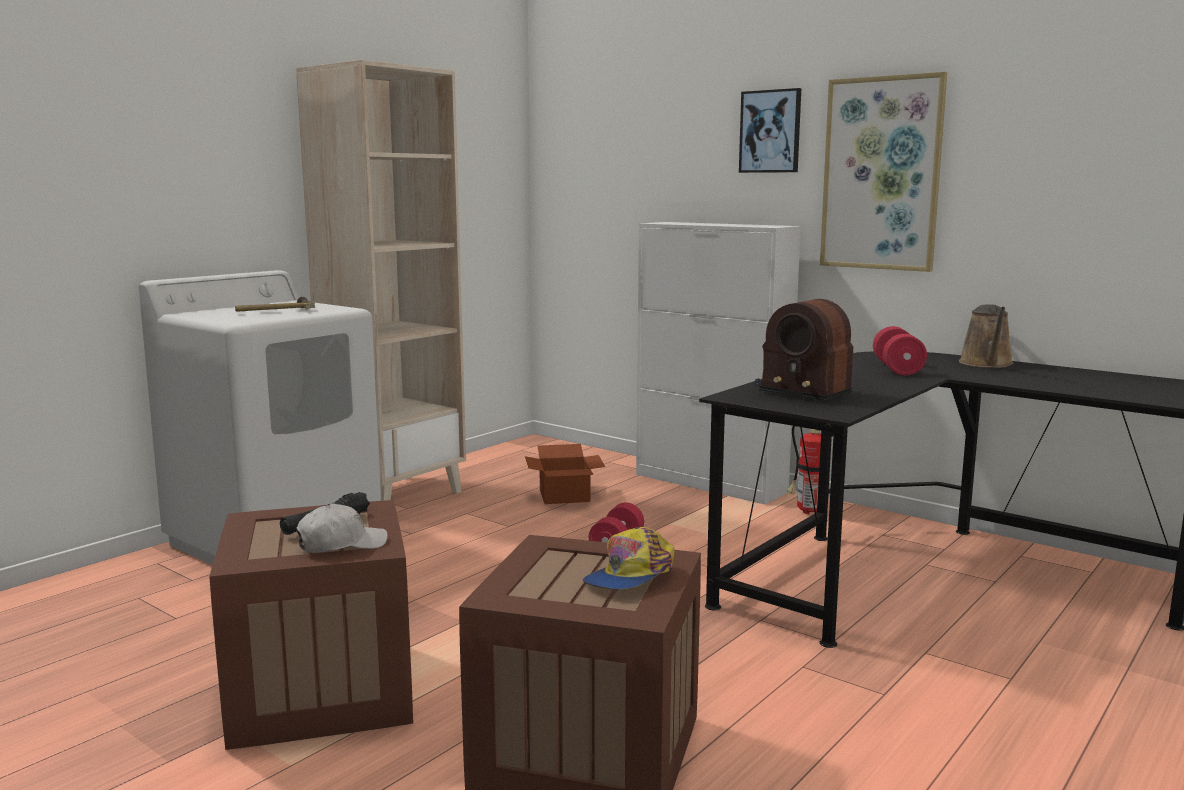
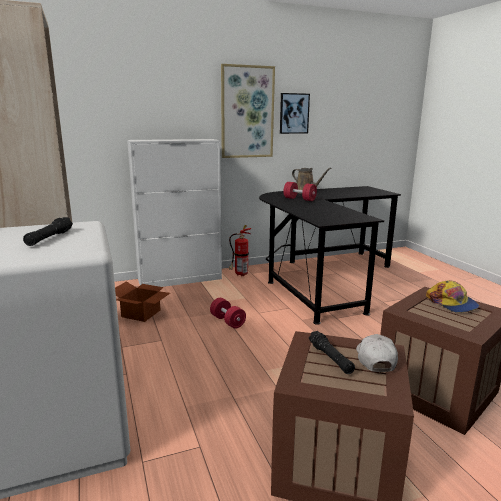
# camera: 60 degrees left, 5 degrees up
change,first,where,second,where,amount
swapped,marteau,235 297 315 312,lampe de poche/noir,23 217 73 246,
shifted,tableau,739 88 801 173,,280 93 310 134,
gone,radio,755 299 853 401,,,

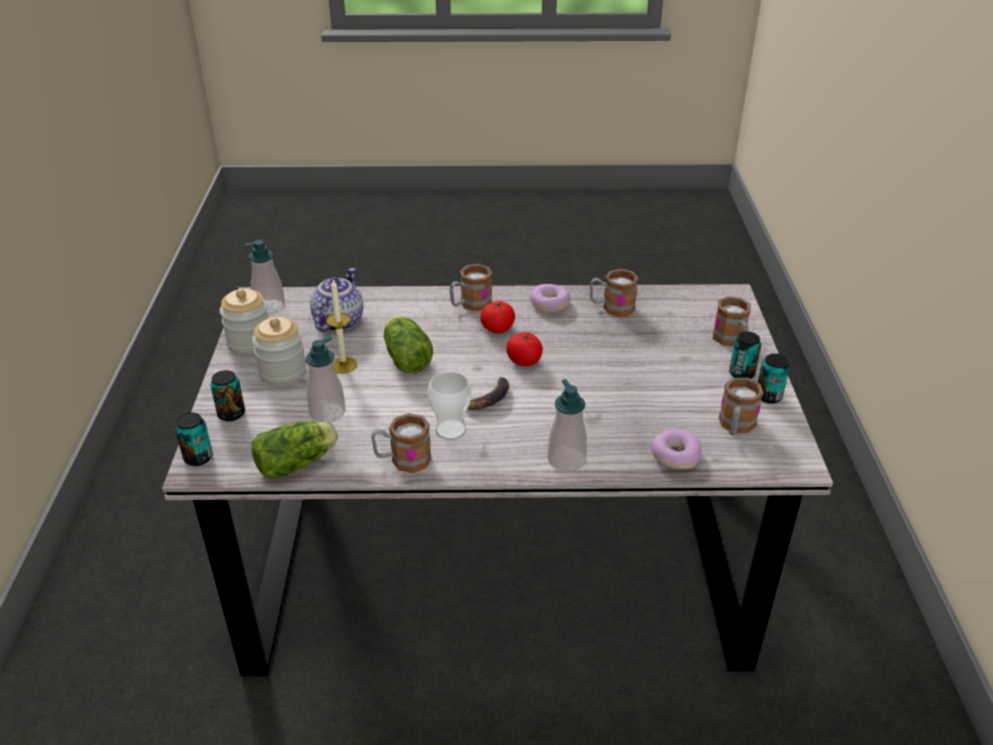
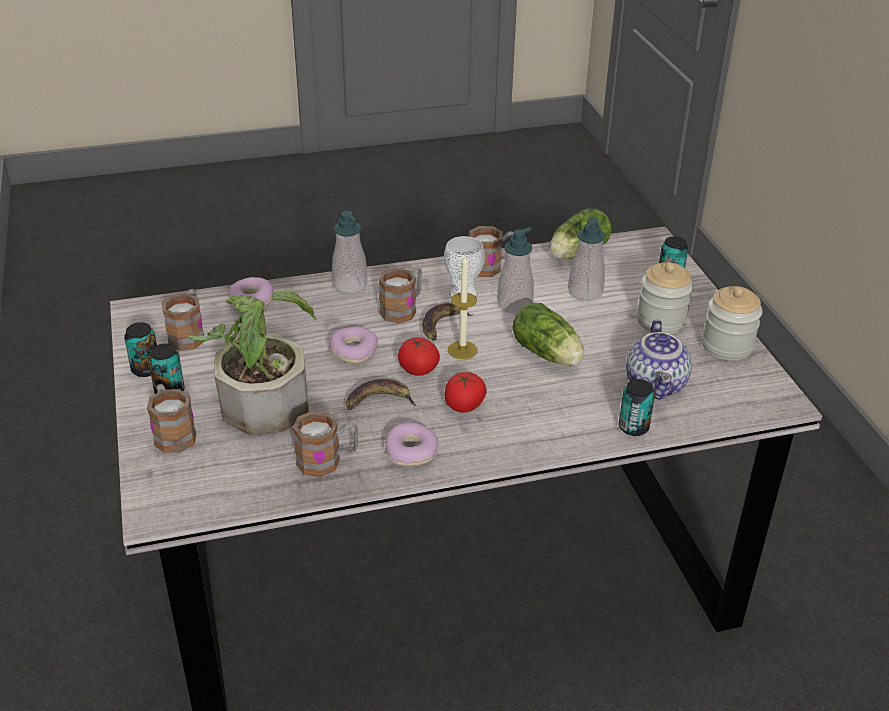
# camera: 165 degrees right, 0 degrees up
change,first,where,second,where,amount
shifted,boîte métallique,175 413 213 466,,619 379 655 436,
shifted,distributeur de savon,245 240 285 314,,497 227 534 313,
shifted,bougie,326 279 357 374,,448 256 477 359,
shifted,mug,450 264 492 311,,379 268 422 323,
new,,,plante en pot,188 290 316 435,
new,,,beignet,329 326 378 364,
new,,,banane,346 379 417 410,

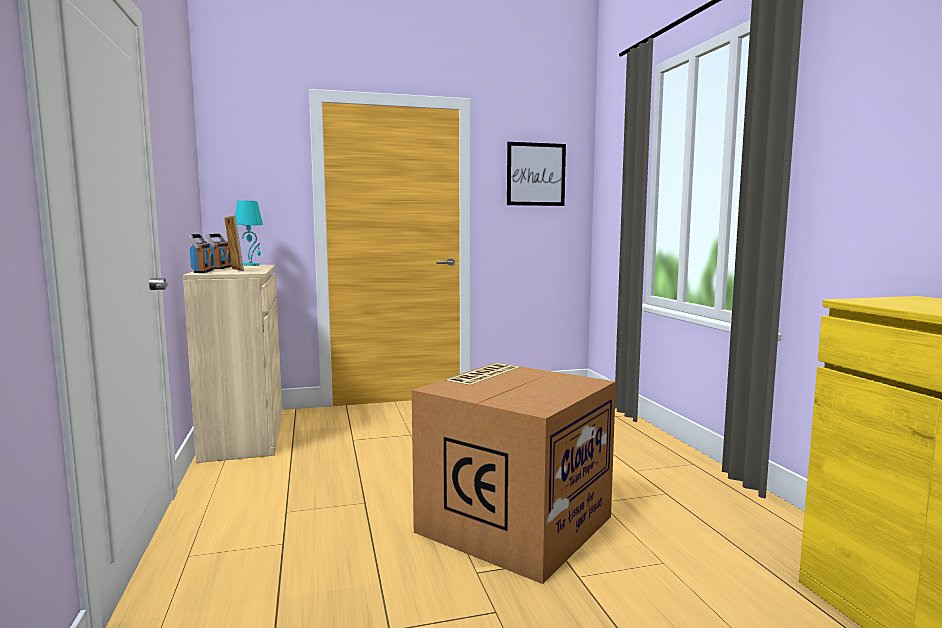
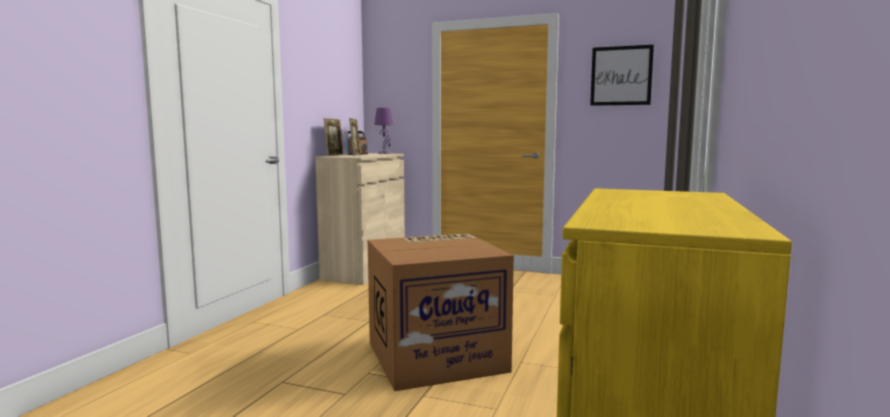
# camera: 35 degrees right, 0 degrees up
change,first,where,second,where,amount
swapped,radio,188 234 214 273,cadre photo,324 118 343 156,
repainted,lampe de table/turquoise,235 201 263 266,lampe de table/violet,374 108 393 154,

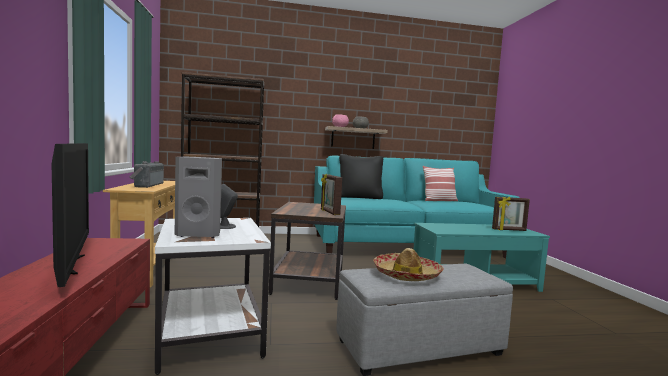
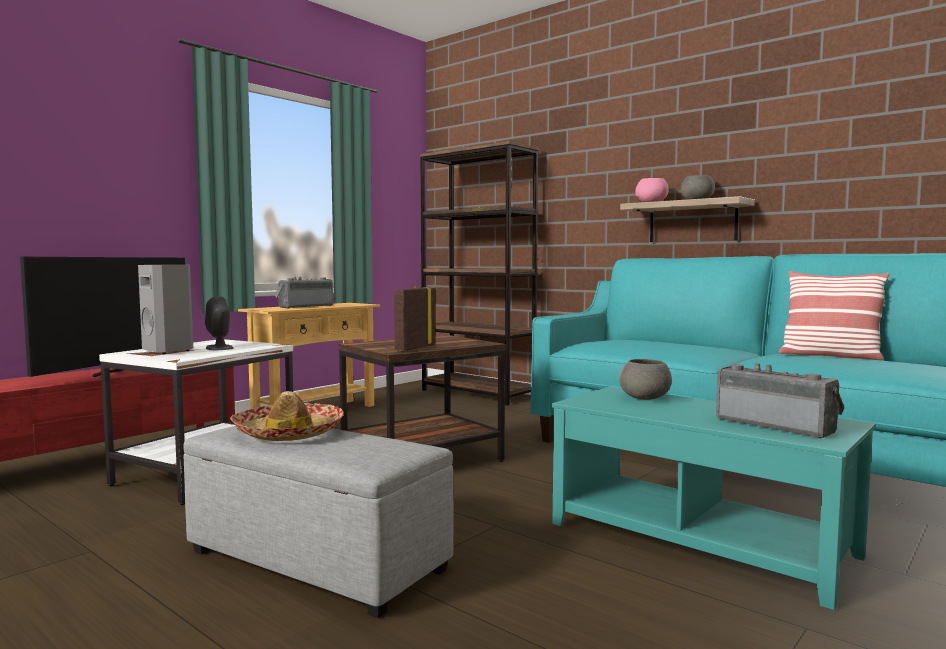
# camera: 50 degrees right, 0 degrees up
change,first,where,second,where,amount
gone,coussin/noir,339 154 383 199,,,
swapped,cadre photo,492 197 530 231,radio,716 363 844 438,
new,,,bol/gris,619 359 672 400,

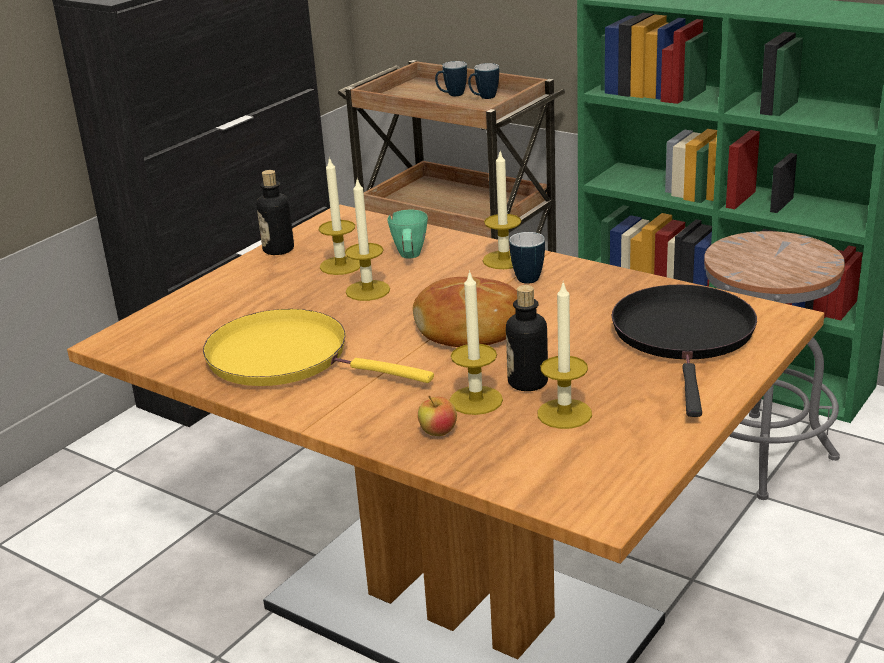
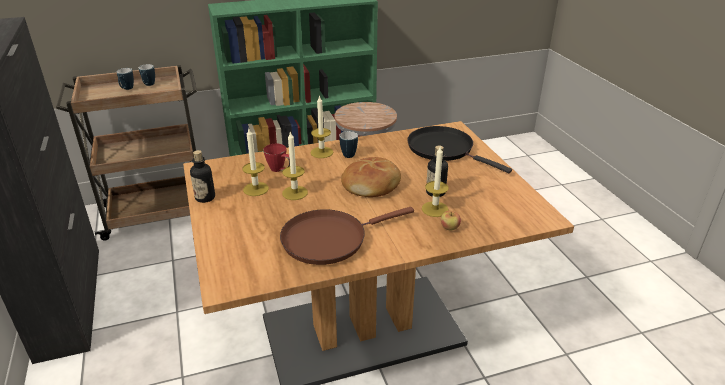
# camera: 55 degrees left, 5 degrees up
change,first,where,second,where,amount
repainted,poêle/jaune,203 309 434 386,poêle/marron,280 207 414 265,
repainted,mug/vert,387 210 428 259,mug/rouge,263 143 290 172,
gone,bougie,538 281 592 429,,,

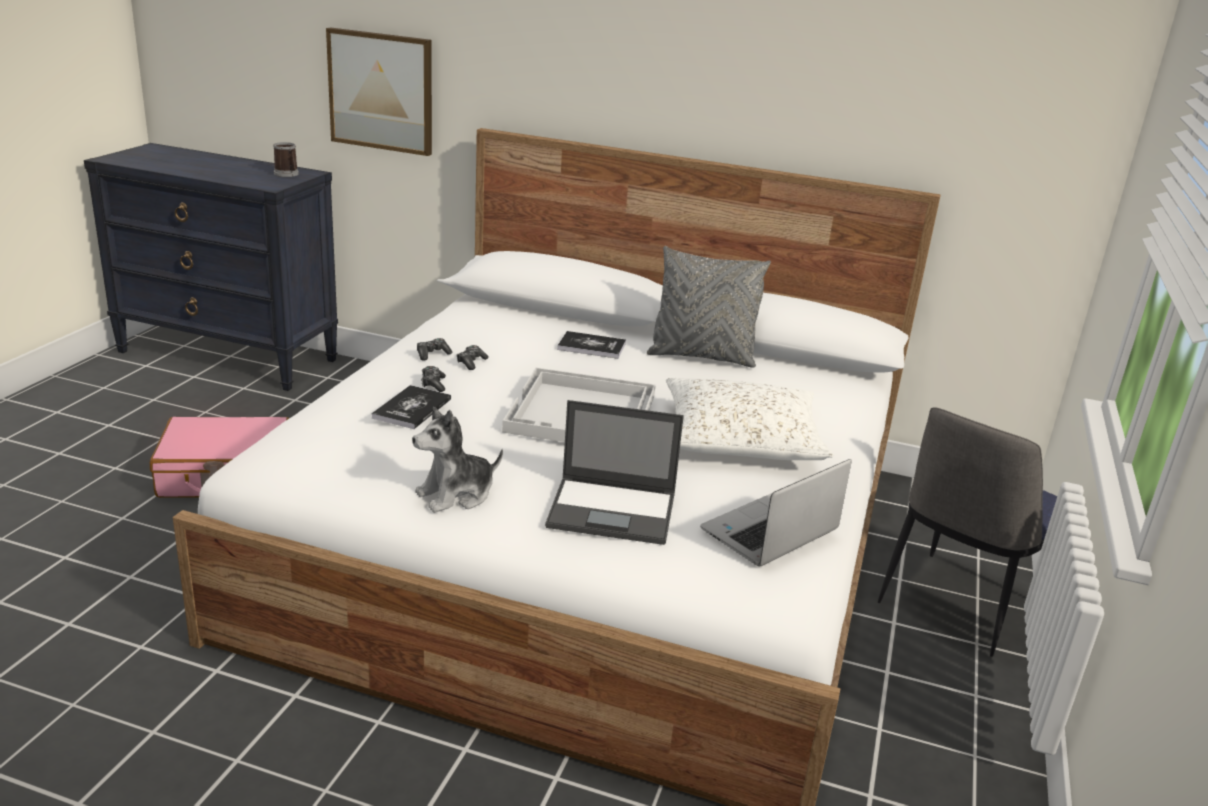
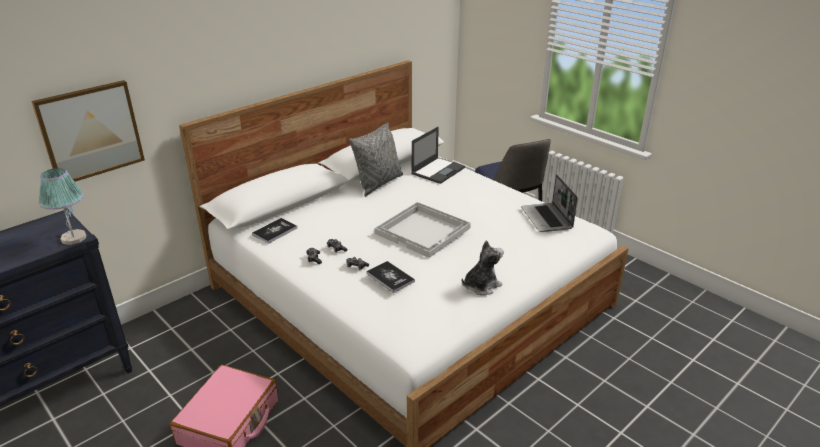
# camera: 60 degrees left, 5 degrees up
change,first,where,second,where,amount
gone,mug,273 142 299 177,,,
rotated,peluche,412 407 503 513,,462 240 504 296,120 degrees counterclockwise
shifted,ordinateur portable,545 400 684 545,,411 127 465 184,
shifted,livre,557 331 626 359,,252 218 297 244,
gone,coussin/blanc,666 378 834 460,,,
new,,,lampe de table,39 168 86 245,

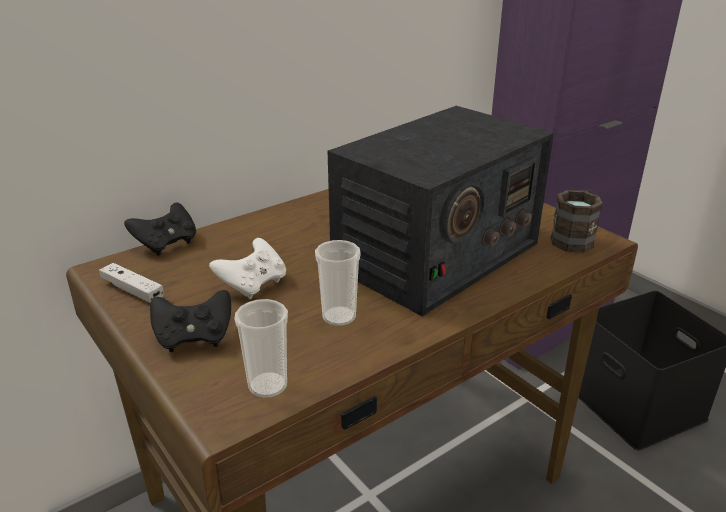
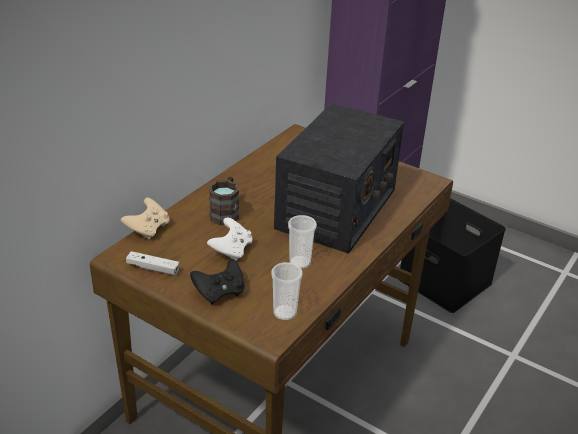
# camera: 20 degrees left, 5 degrees up
change,first,where,second,where,amount
repainted,manette/noir,124 202 196 256,manette/beige,121 198 170 240,
shifted,mug/marron,551 189 603 253,,209 177 239 225,

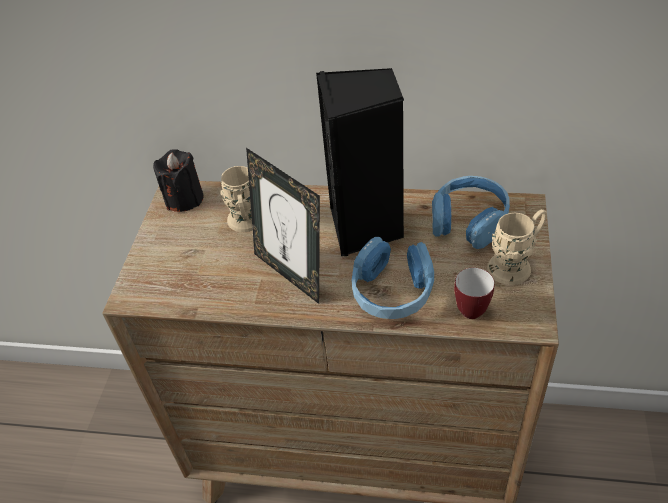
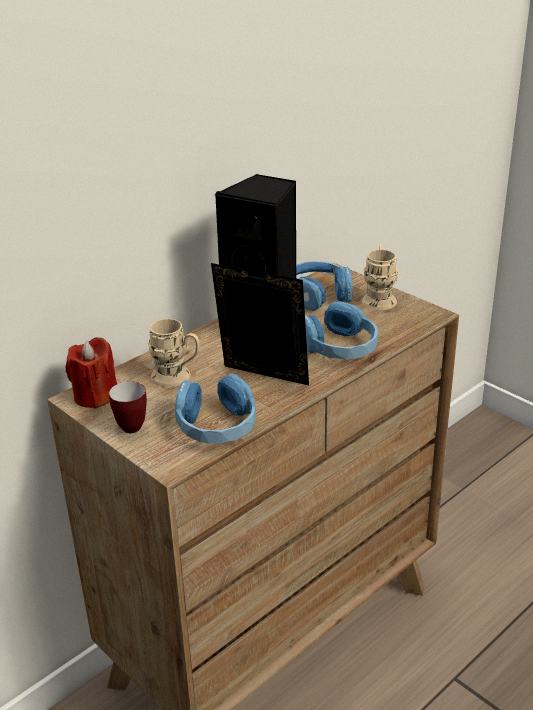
# camera: 55 degrees left, 15 degrees down
change,first,where,second,where,amount
repainted,bougie/noir,153 149 204 212,bougie/rouge,66 337 117 409,
rotated,cadre photo,246 148 320 304,,211 263 309 385,150 degrees counterclockwise
shifted,mug,454 268 495 319,,109 381 147 433,
new,,,casque audio/bleu,175 373 256 444,

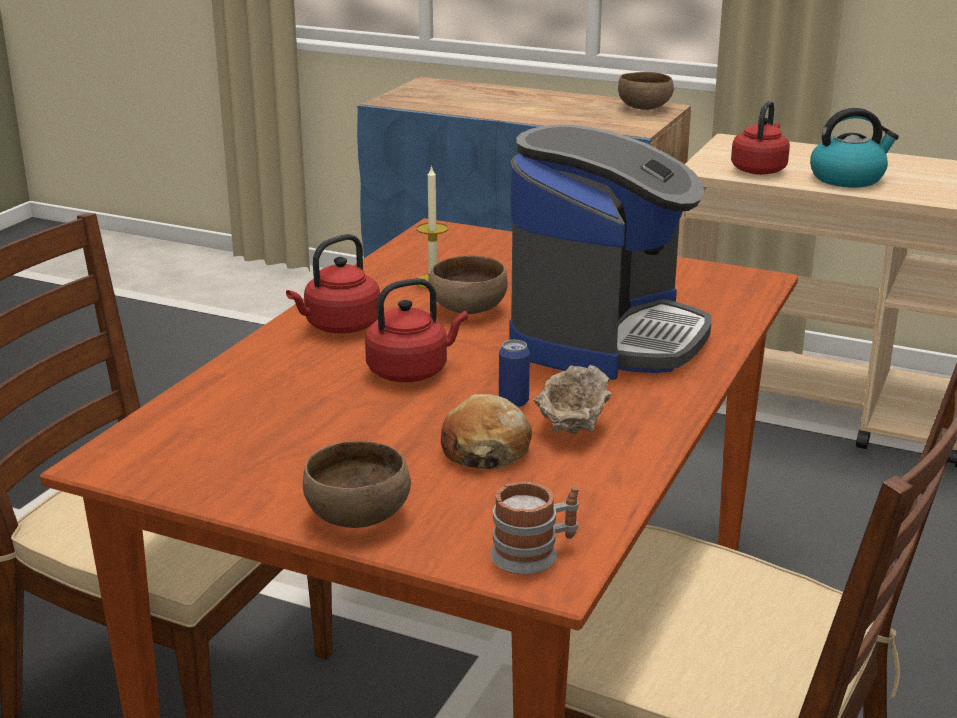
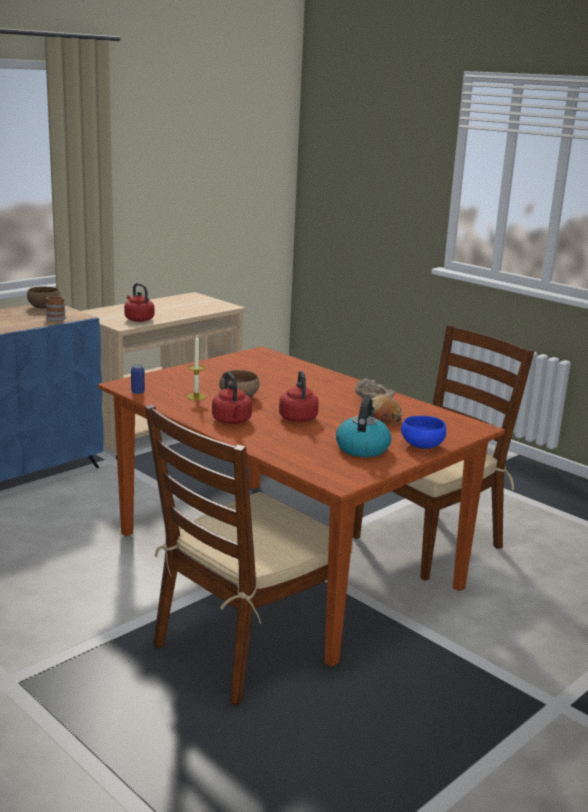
# camera: 70 degrees left, 5 degrees down
change,first,where,second,where,amount
repainted,bol/marron,303 441 411 528,bol/bleu,401 416 446 449,
shifted,mug,490 482 579 575,,46 295 66 321,
shifted,boîte métallique,499 340 530 407,,131 364 145 394,
gone,machine à café,509 124 711 380,,,
shifted,bouilloire,810 108 899 187,,336 398 391 457,

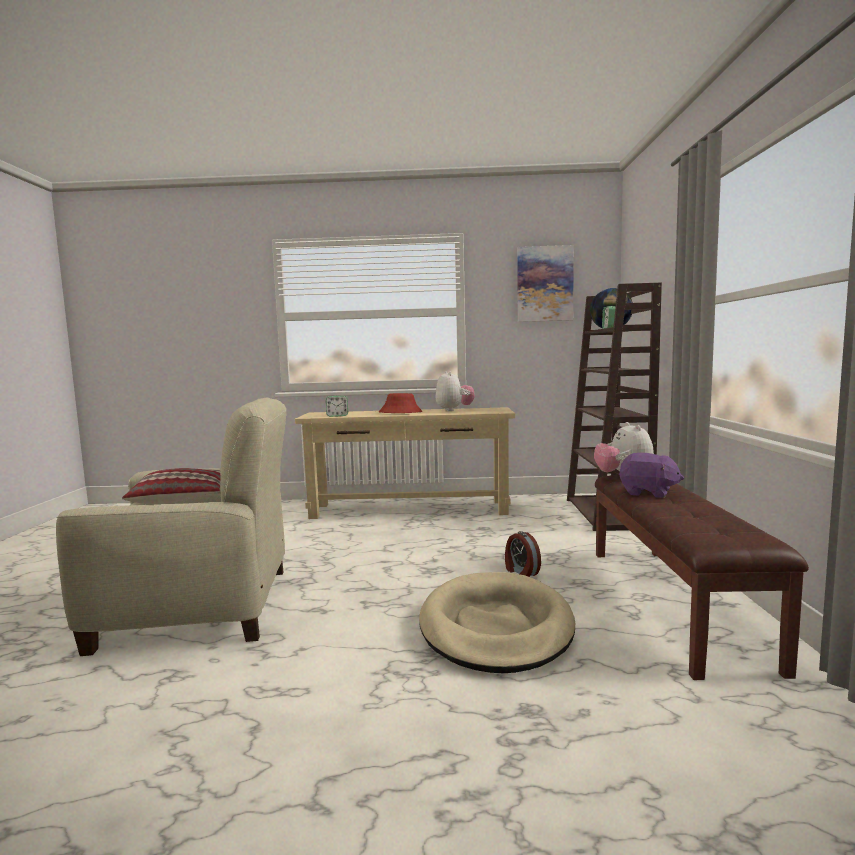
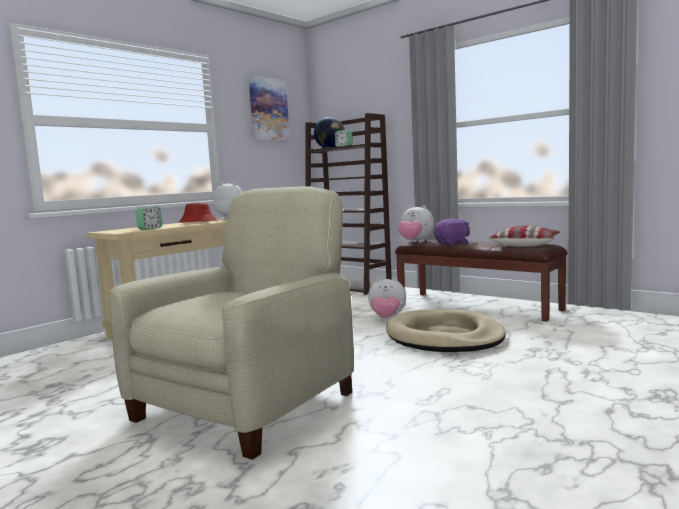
# camera: 50 degrees left, 0 degrees up
change,first,where,second,where,amount
shifted,coussin,122 468 220 504,,489 225 560 247,
swapped,réveil,505 531 541 577,peluche,368 277 406 318,

